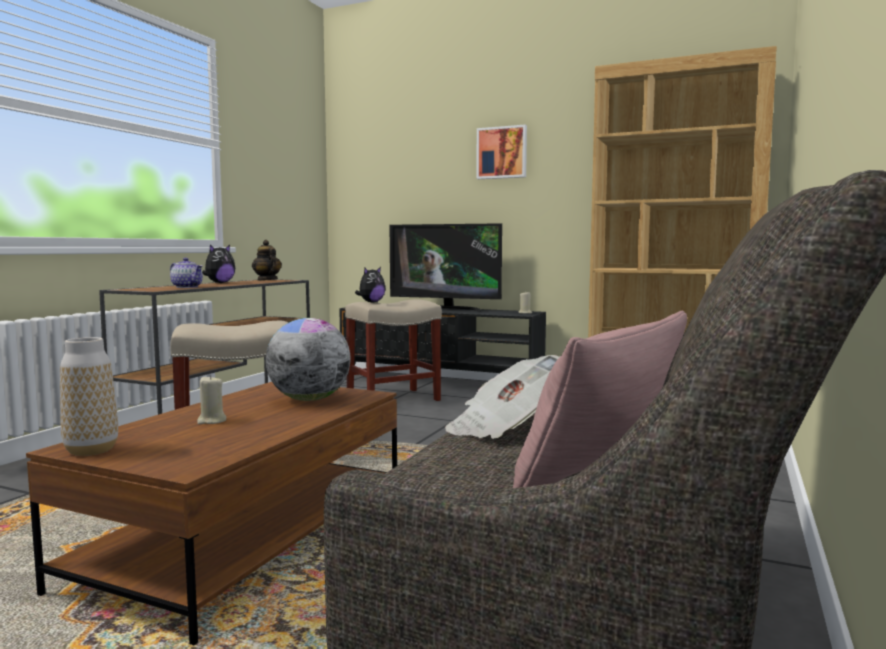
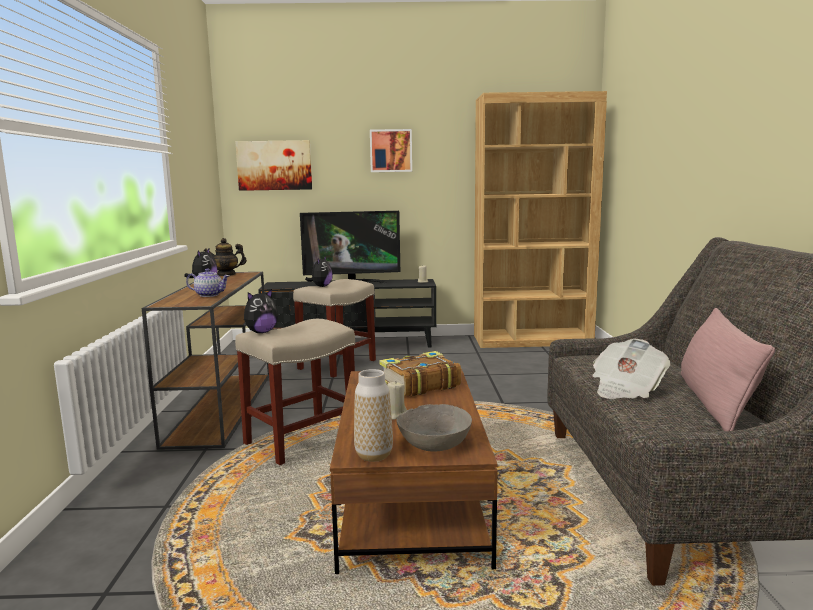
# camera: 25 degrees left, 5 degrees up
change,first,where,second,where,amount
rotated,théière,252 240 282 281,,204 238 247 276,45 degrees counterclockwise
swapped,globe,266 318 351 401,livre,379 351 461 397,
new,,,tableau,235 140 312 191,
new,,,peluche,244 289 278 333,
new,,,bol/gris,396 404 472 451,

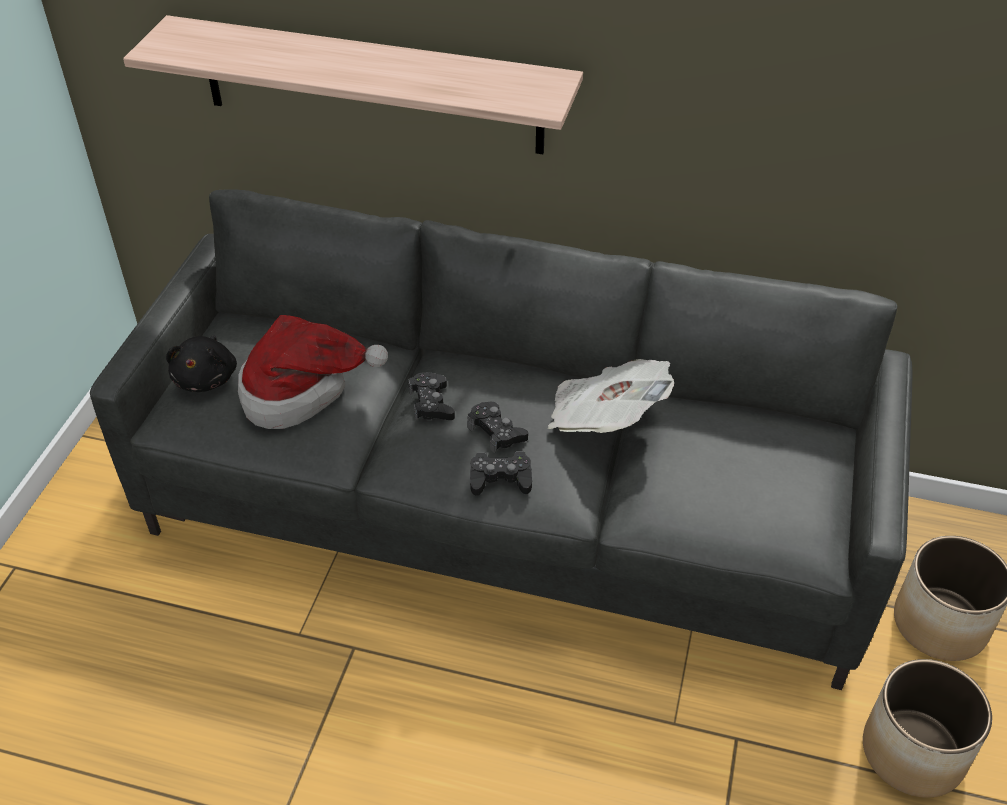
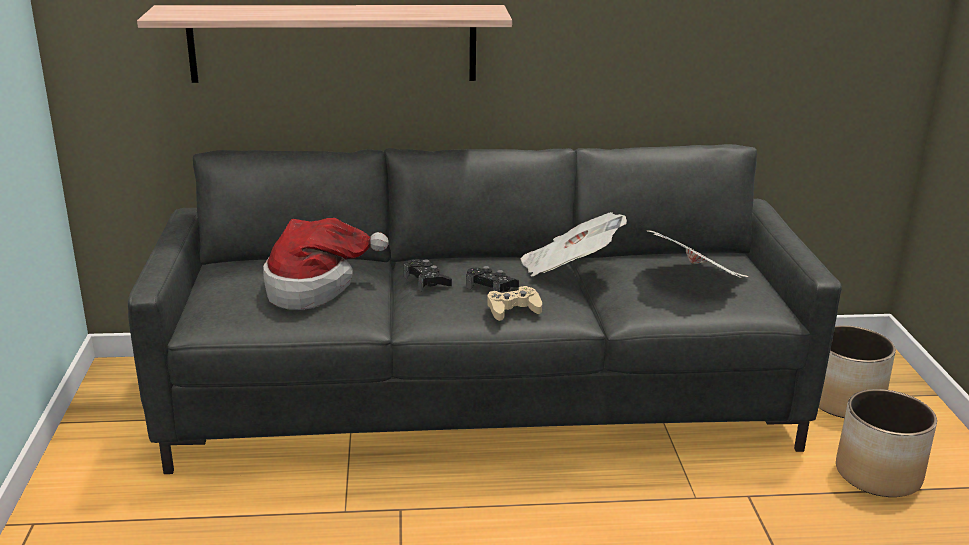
# camera: 20 degrees left, 20 degrees down
change,first,where,second,where,amount
gone,peluche/noir,166 336 237 392,,,
repainted,manette/noir,470 451 532 495,manette/beige,487 286 542 321,
new,,,journal,648 230 749 278,

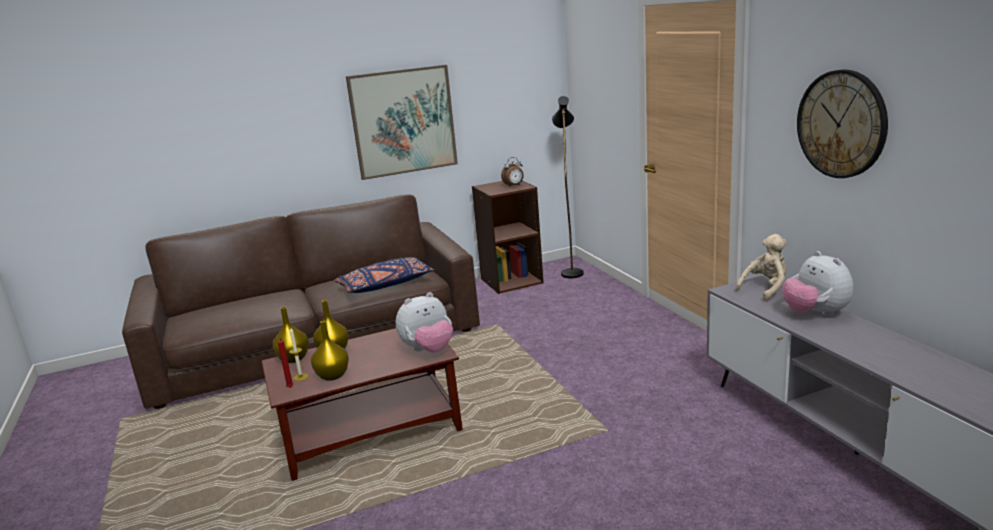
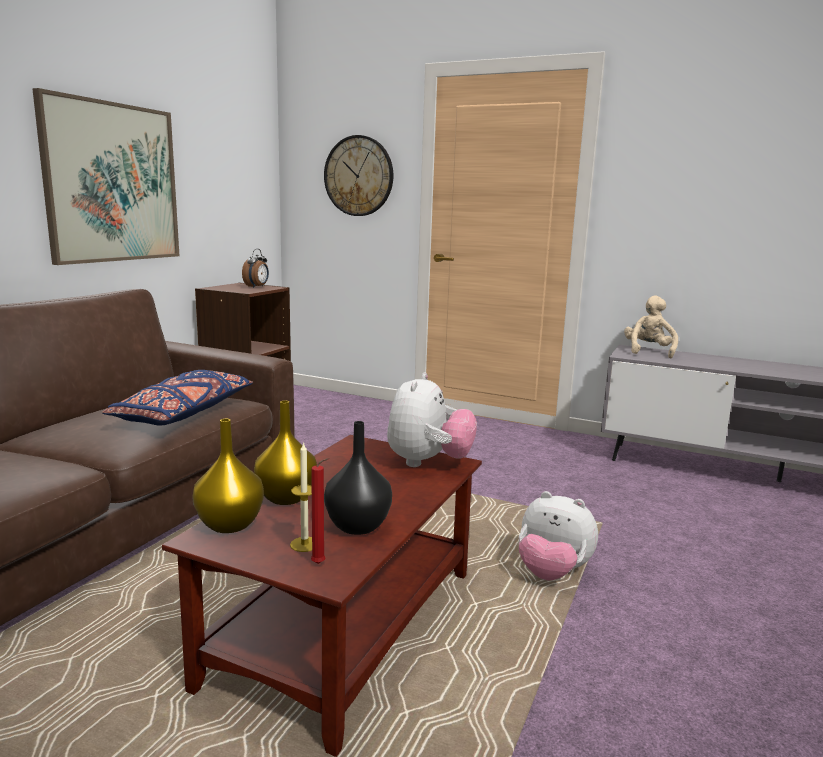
# camera: 45 degrees left, 5 degrees down
change,first,where,second,where,amount
repainted,vase/jaune,311 321 349 381,vase/noir,324 421 392 535,
gone,lampadaire/noir,552 96 584 278,,,
shifted,peluche,782 251 854 316,,519 491 598 581,
shifted,horloge murale,797 70 888 178,,324 135 393 216,

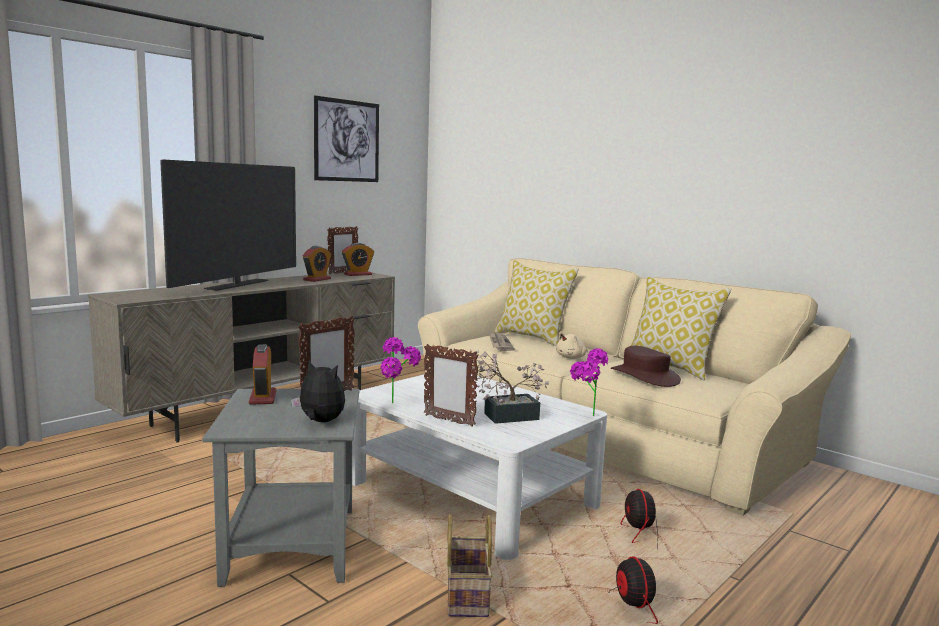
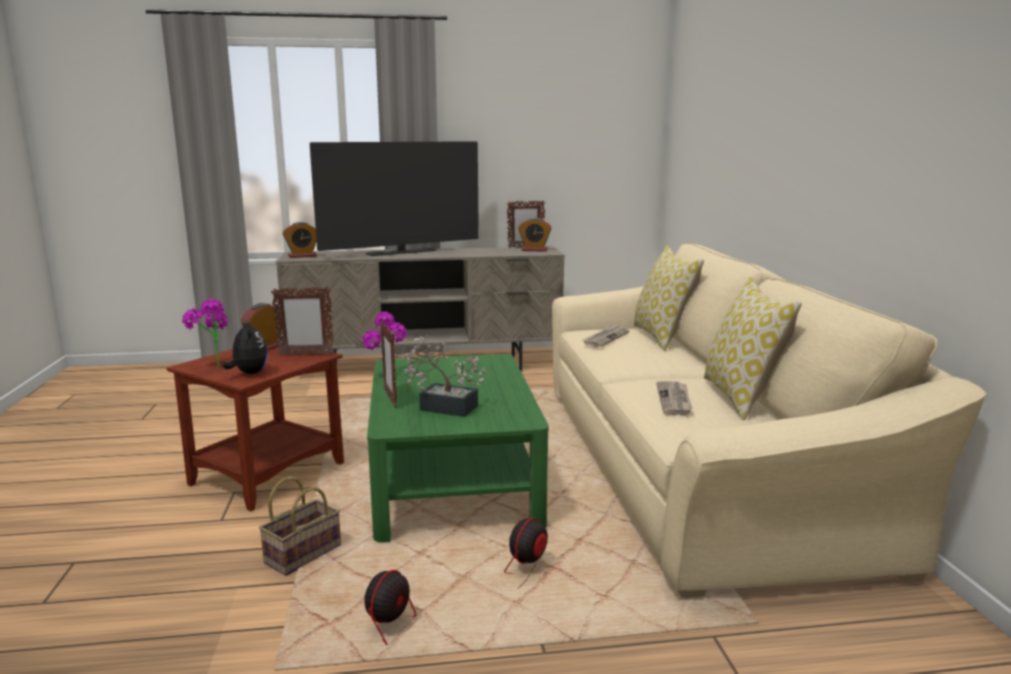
# camera: 40 degrees right, 5 degrees up
change,first,where,second,where,amount
repainted,table d'appoint/gris,202 389 359 587,table d'appoint/marron,167 347 344 511,
shifted,réveil,303 246 331 282,,282 222 317 258,
gone,tableau,314 96 379 182,,,
repainted,table basse/blanc,352 374 607 560,table basse/vert,367 354 549 543,
gone,peluche/beige,556 332 588 359,,,
shifted,plante en pot,570 348 608 416,,182 299 228 367,
swapped,chapeau/marron,611 346 681 387,journal,656 381 693 415,

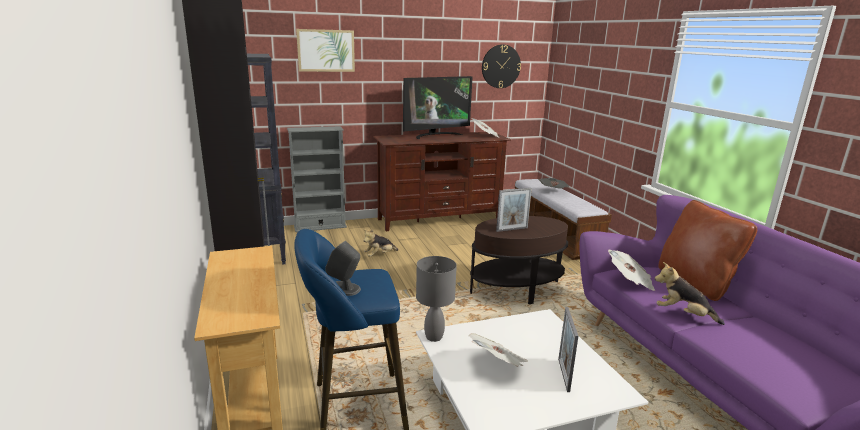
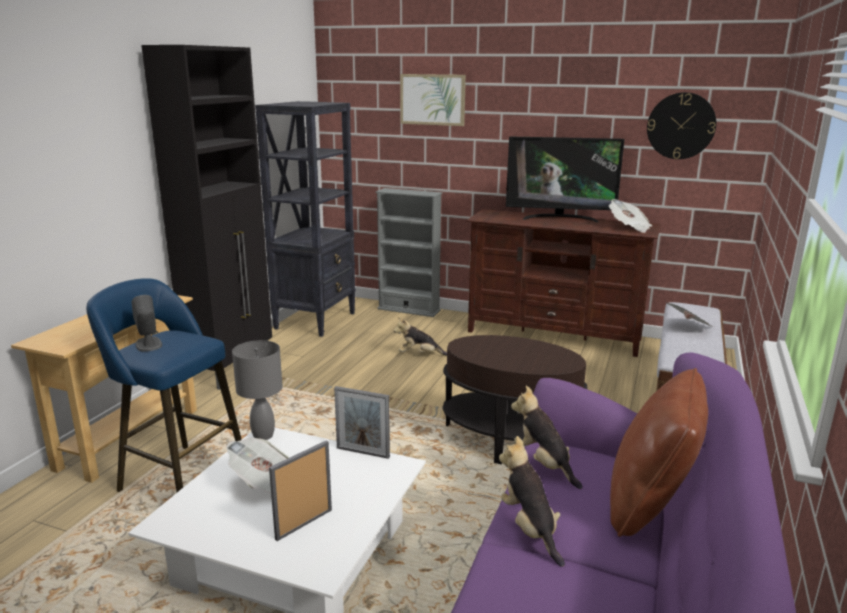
# camera: 40 degrees right, 0 degrees up
change,first,where,second,where,amount
shifted,cadre photo,496 188 532 232,,334 386 390 459,
swapped,journal,608 249 655 291,peluche,511 386 582 489,

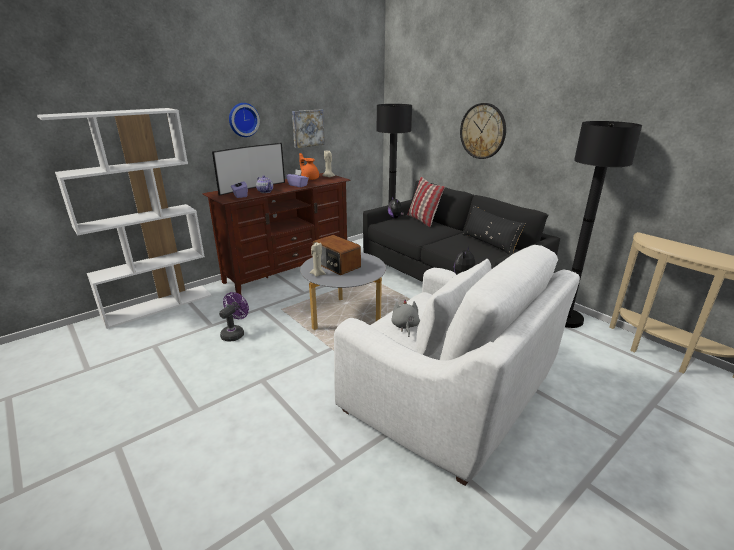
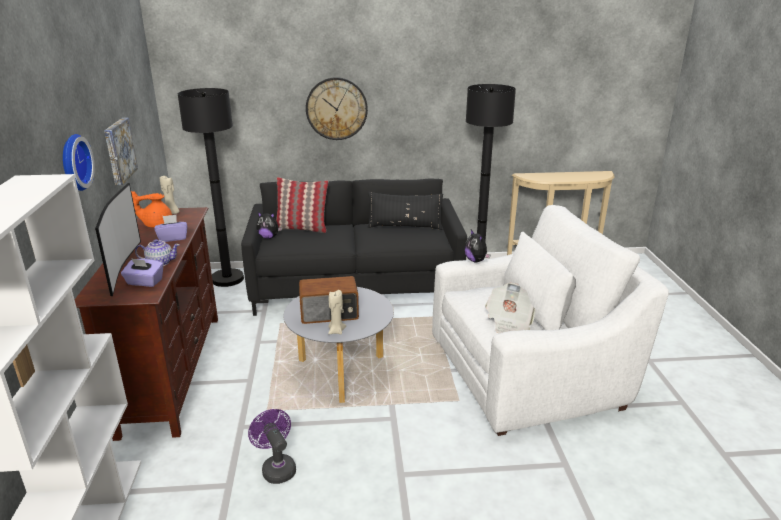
# camera: 55 degrees left, 0 degrees up
change,first,where,second,where,amount
swapped,peluche/gris,391 300 420 337,journal,485 283 536 334,

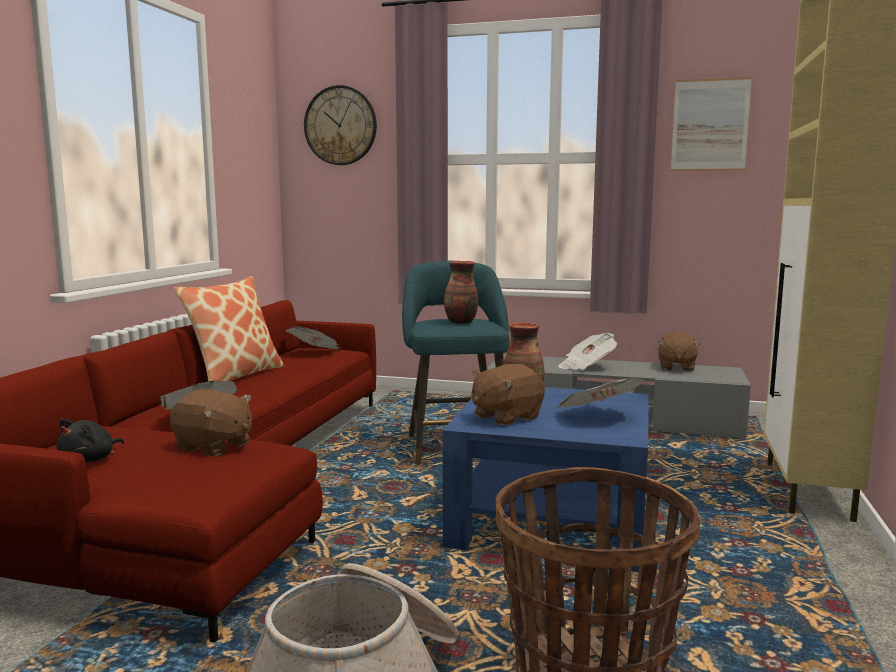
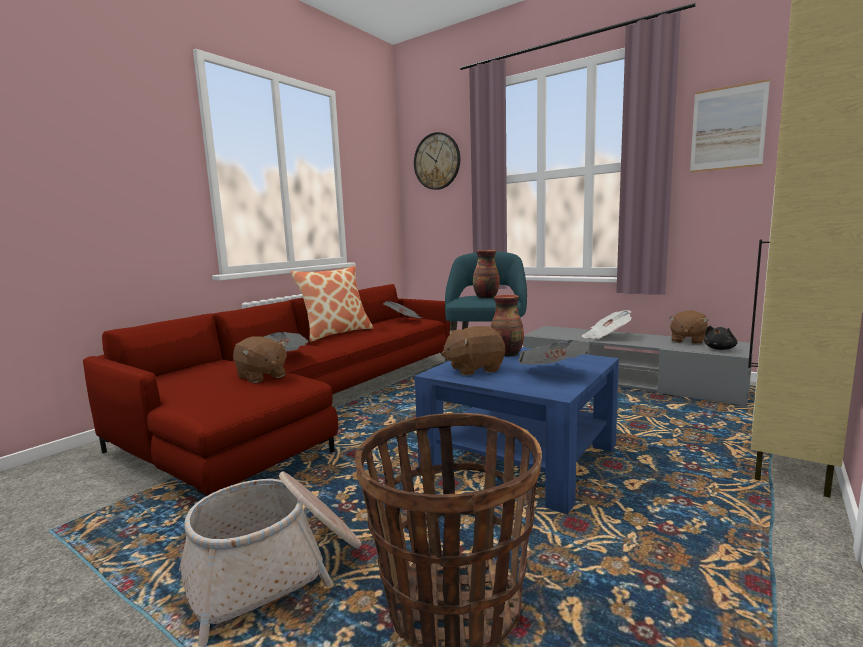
# camera: 20 degrees right, 0 degrees up
change,first,where,second,where,amount
shifted,peluche/noir,57 418 124 463,,704 326 737 350,

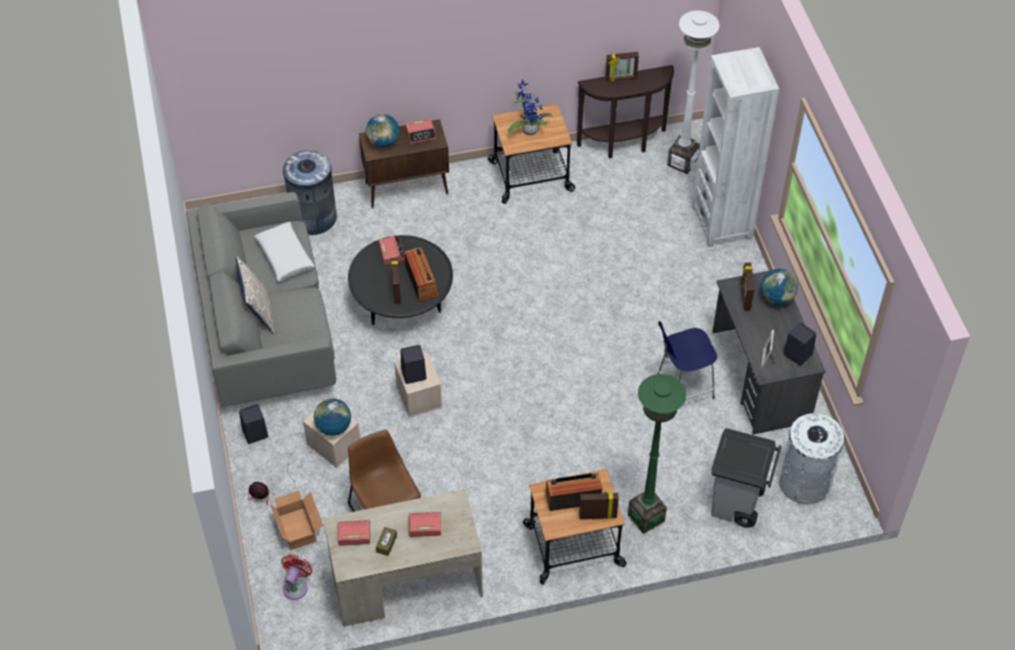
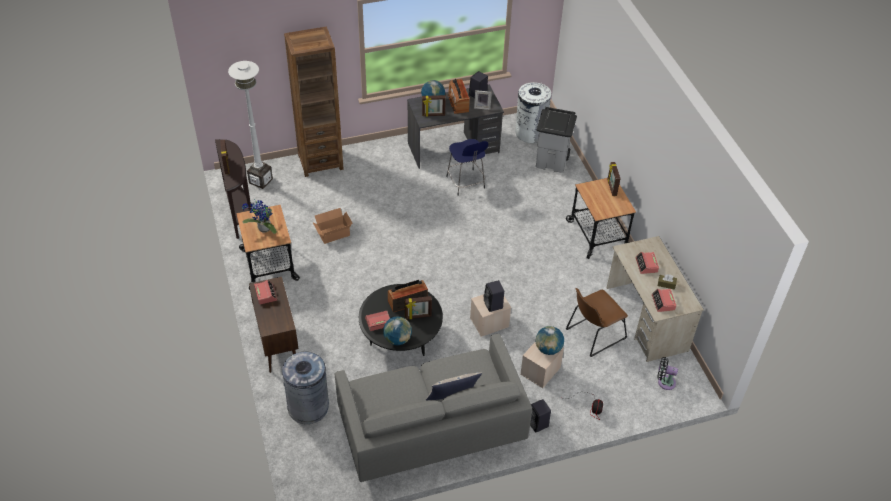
# camera: 95 degrees left, 5 degrees down
change,first,where,second,where,amount
gone,coussin/blanc,253 222 315 281,,,
shifted,carton,270 491 323 550,,312 208 352 244,
repainted,ventilateur/rouge,281 555 312 600,ventilateur/noir,657 357 678 390,
shifted,globe,366 114 400 148,,383 316 412 345,
shifted,radio,546 473 602 511,,448 78 470 114,
gone,lampadaire/vert,628 374 686 534,,,
repainted,bibliothèque/blanc,692 47 779 247,bibliothèque/marron,284 27 344 177,

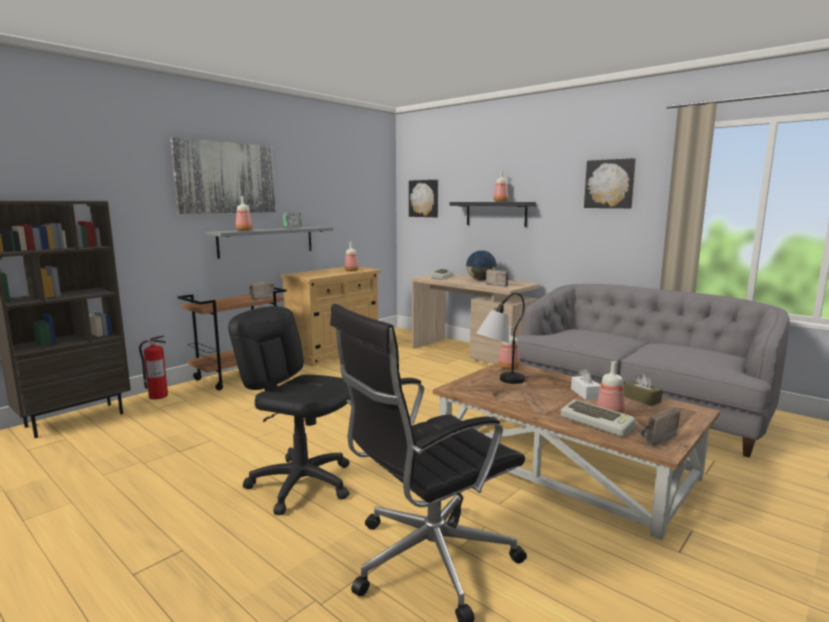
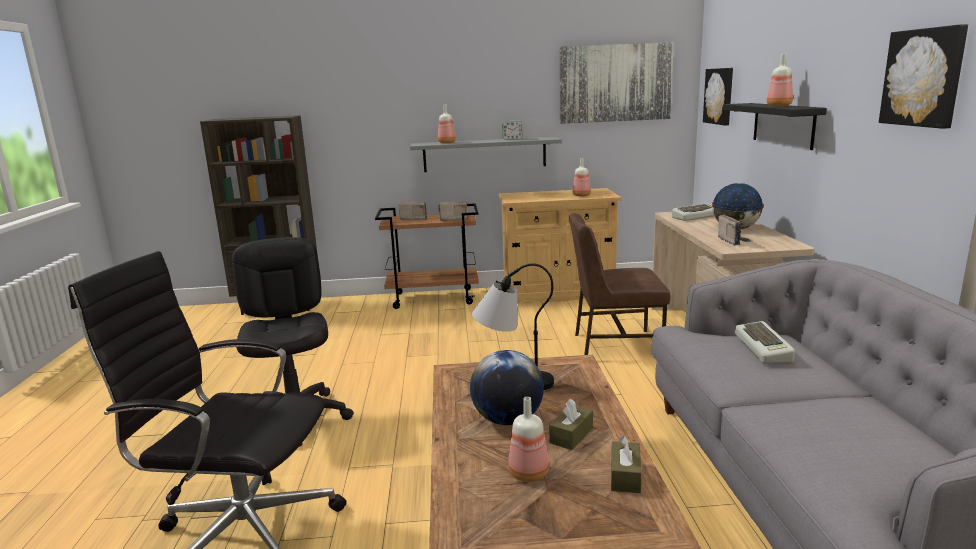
# camera: 45 degrees right, 5 degrees up
change,first,where,second,where,amount
gone,extincteur,139 335 168 399,,,
shifted,tableau,170 137 276 214,,559 42 674 124,
gone,bouteille,499 326 520 369,,,
shifted,clavier,561 400 635 437,,735 321 795 364,
repainted,boîte à mouchoirs/blanc,571 369 601 400,boîte à mouchoirs/marron,549 399 593 450,
shifted,radio,639 407 681 446,,399 202 427 220,
new,,,globe,470 350 544 425,
new,,,chaise/marron,569 213 671 355,

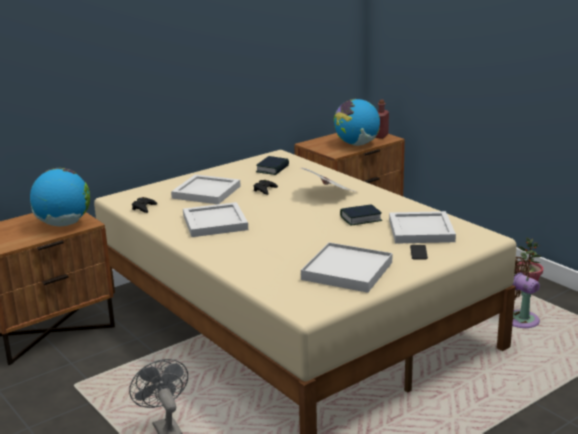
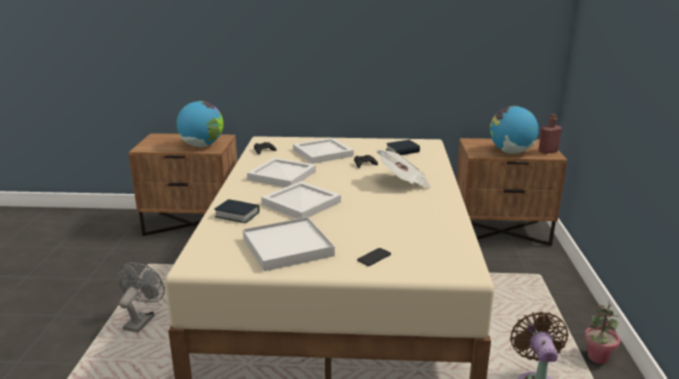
# camera: 40 degrees right, 0 degrees up
change,first,where,second,where,amount
shifted,livre,340 204 382 226,,214 199 259 223,
shifted,plateau/blanc,389 211 456 244,,261 181 341 219,

